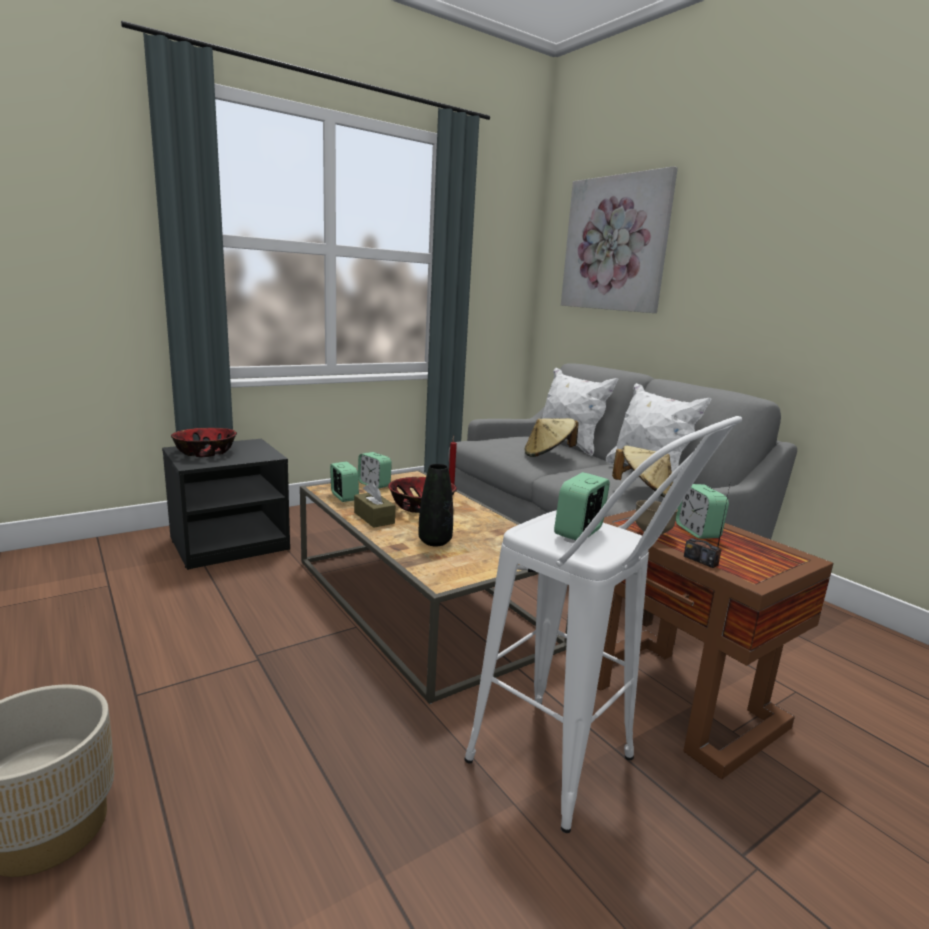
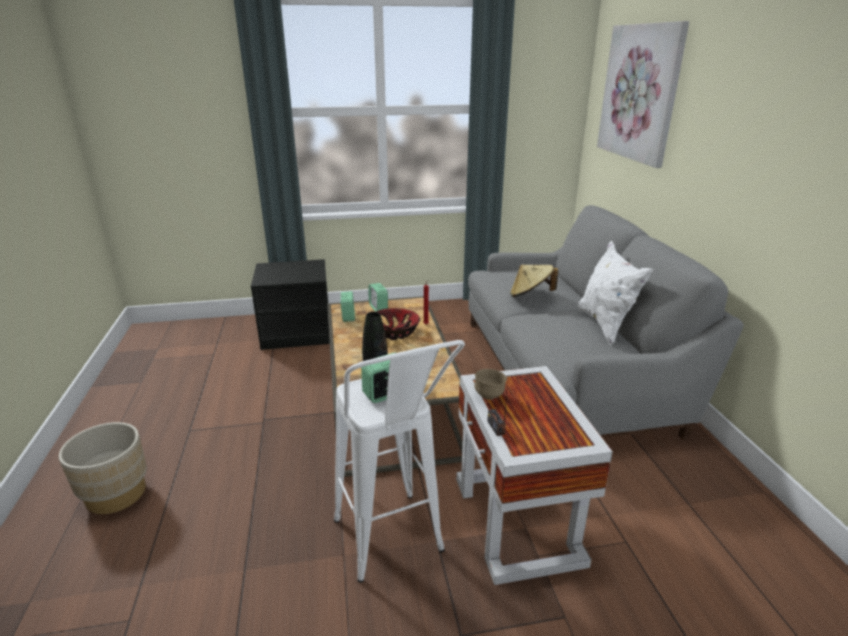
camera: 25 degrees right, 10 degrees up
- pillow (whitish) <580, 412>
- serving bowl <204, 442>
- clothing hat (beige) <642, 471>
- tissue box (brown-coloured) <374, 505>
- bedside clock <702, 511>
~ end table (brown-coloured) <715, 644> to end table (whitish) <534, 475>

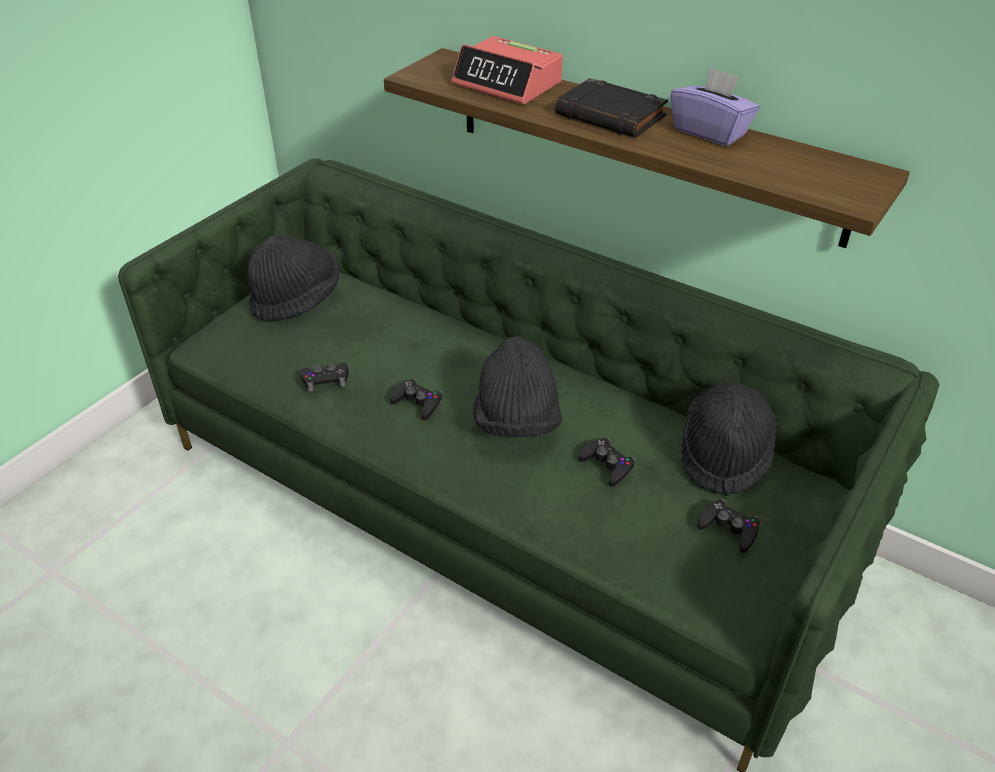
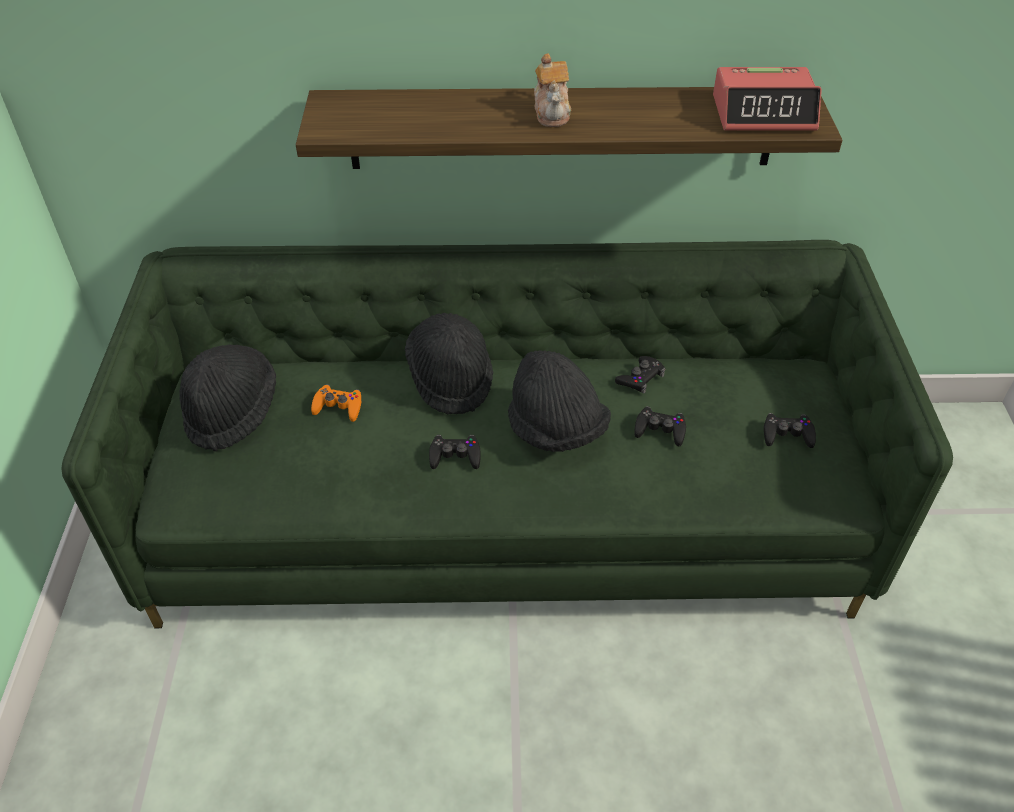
camera: 35 degrees left, 5 degrees up
~ bedside clock <507, 70> to <767, 99>
- tissue box (purplish) <715, 106>
~ bound book (black) <611, 108> to tea pot <552, 90>
~ game controller (black) <325, 377> to <640, 375>
~ clothing hat (black) <729, 439> to <449, 363>
+ game controller (orange) <336, 403>

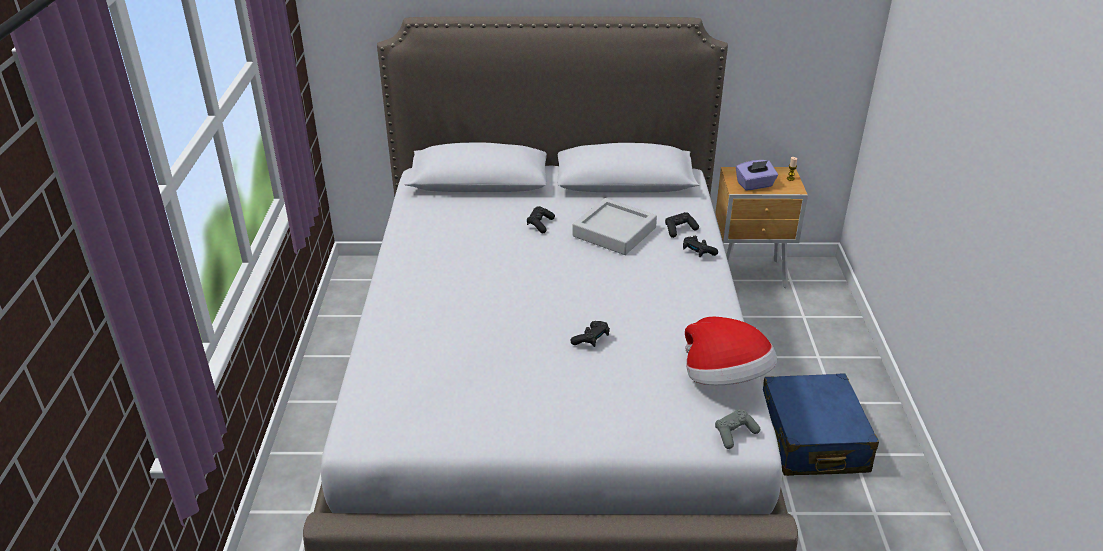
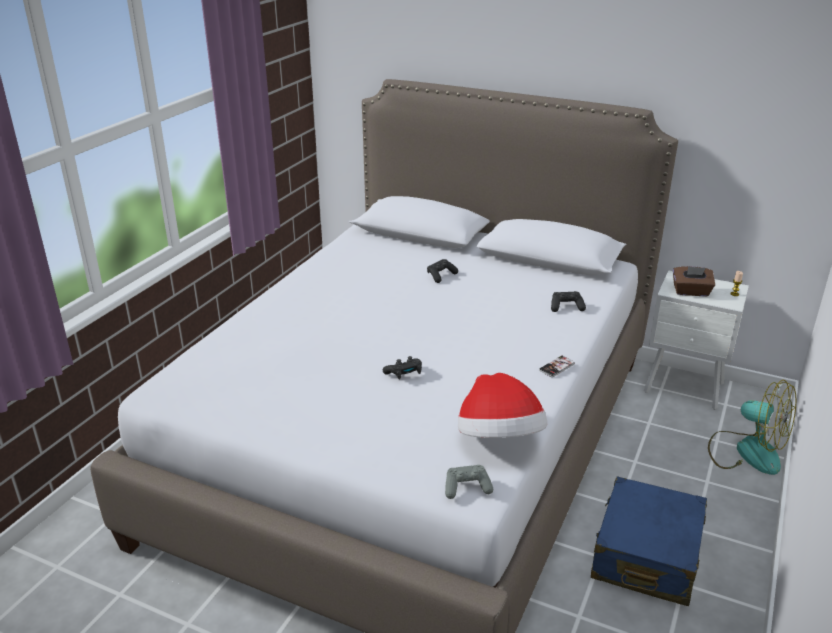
camera: 25 degrees right, 5 degrees down
~ tissue box (purplish) <757, 175> to tissue box (brown-coloured) <694, 281>
~ bedside table (brown-coloured) <761, 227> to bedside table (whitish) <696, 340>
- serving tray (gray) <614, 226>
- game controller (black) <700, 246>
+ telephone <557, 366>
+ electric fan <752, 427>

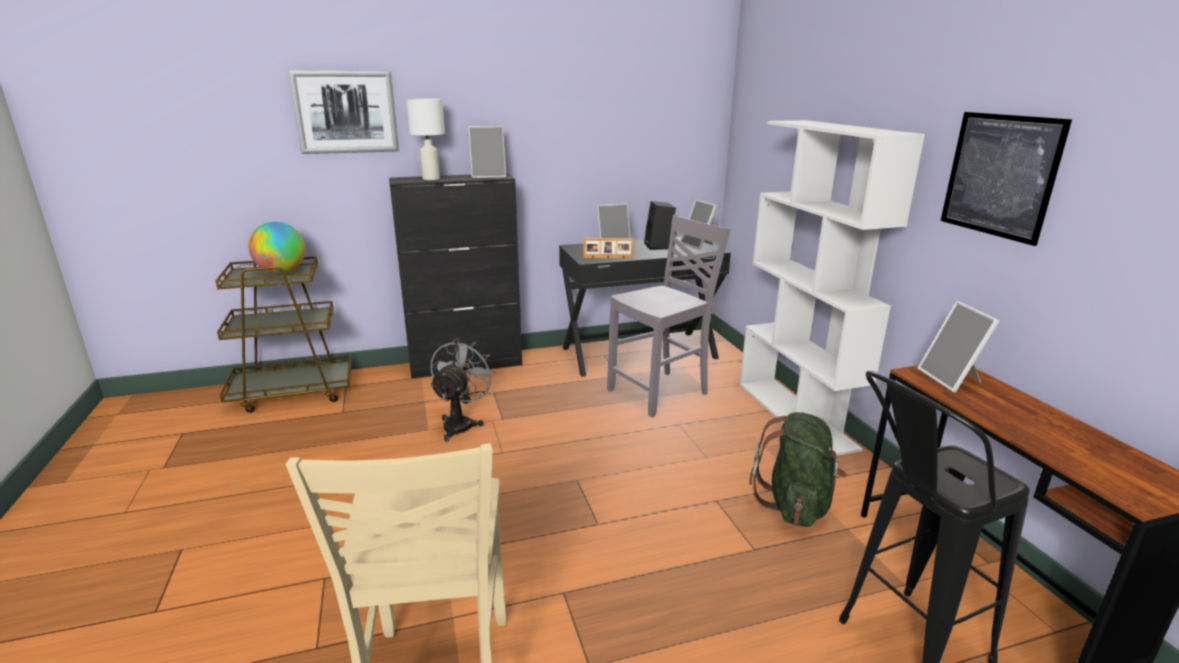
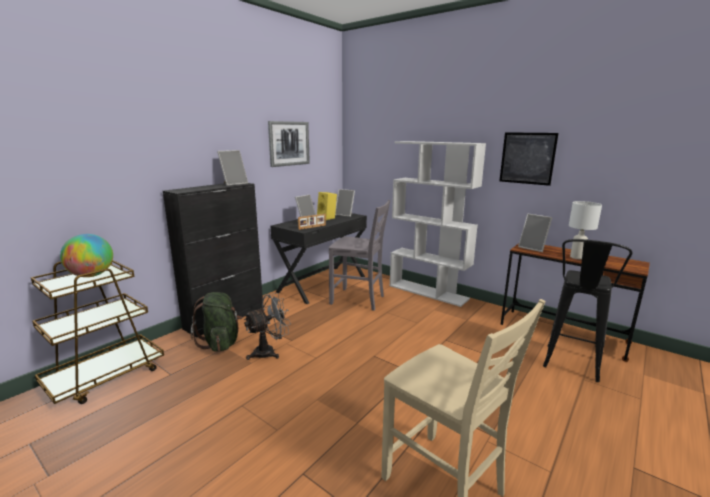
camera: 35 degrees left, 5 degrees down
~ wall art <343, 112> to <289, 144>
~ tabletop lamp (whitish) <425, 139> to <585, 230>
~ audio speaker (black) <660, 225> to audio speaker (yellowish) <327, 206>
~ chair (gray) <669, 316> = <359, 255> 90 degrees clockwise
~ electric fan (gray) <463, 390> = <267, 326> 75 degrees clockwise
~ knapsack (green-coloured) <798, 469> to <216, 322>

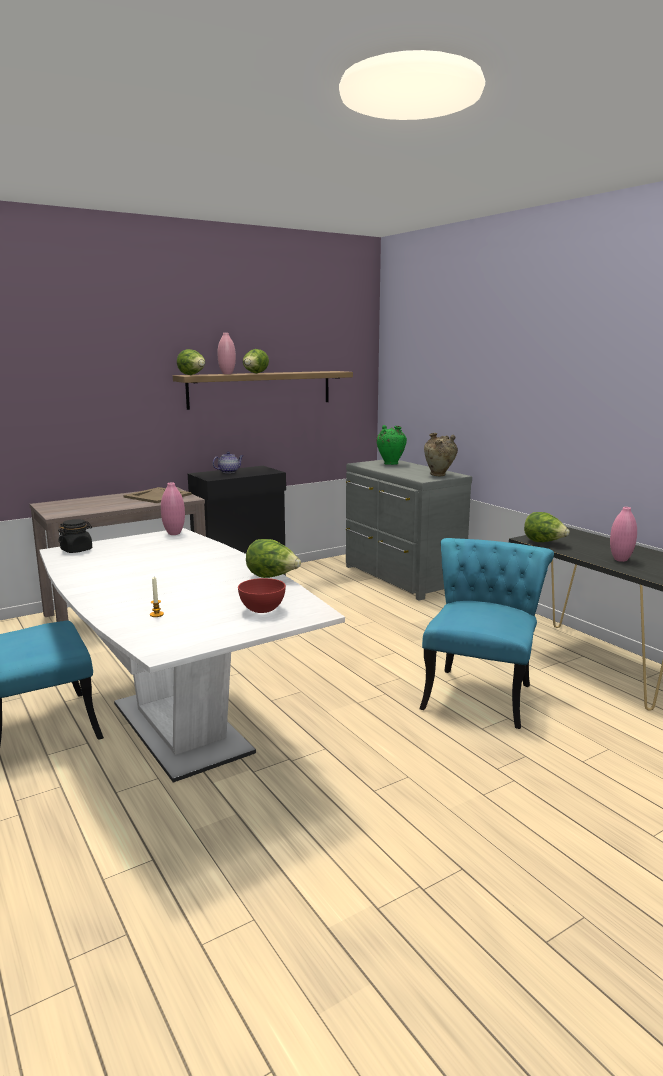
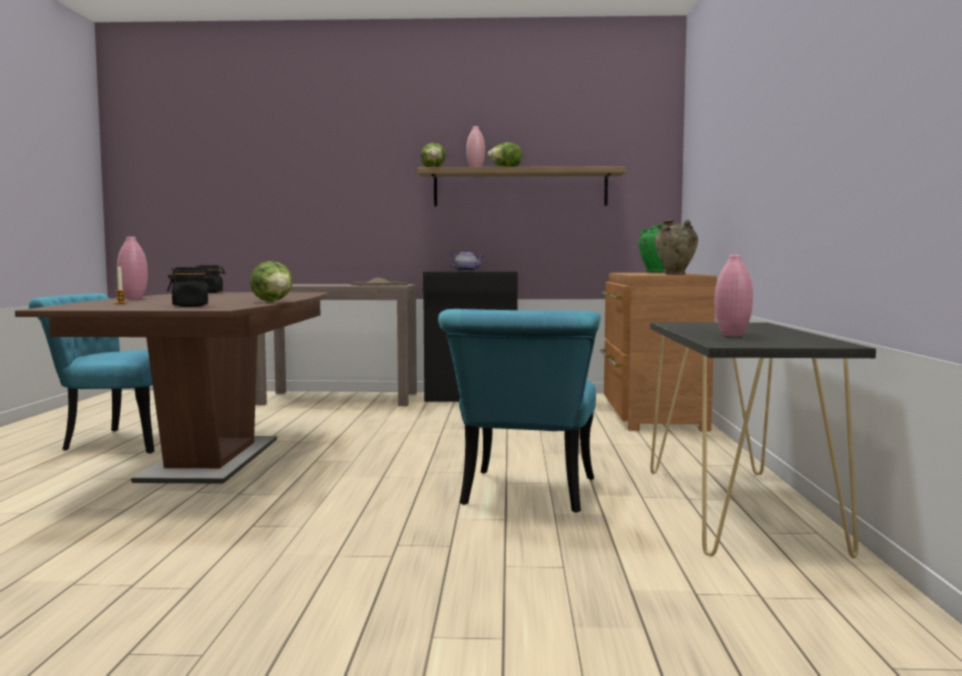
camera: 35 degrees right, 10 degrees down
~ dresser (gray) <409, 530> to dresser (brown-coloured) <658, 352>
~ vase (pink-coloured) <173, 508> to <132, 268>
- lettuce head <547, 527>
~ dining table (whitish) <192, 655> to dining table (brown-coloured) <171, 387>
~ chair (blue-green) <486, 633> = <519, 411> 135 degrees clockwise
~ serving bowl (red) <262, 595> to storage jar (black) <190, 287>

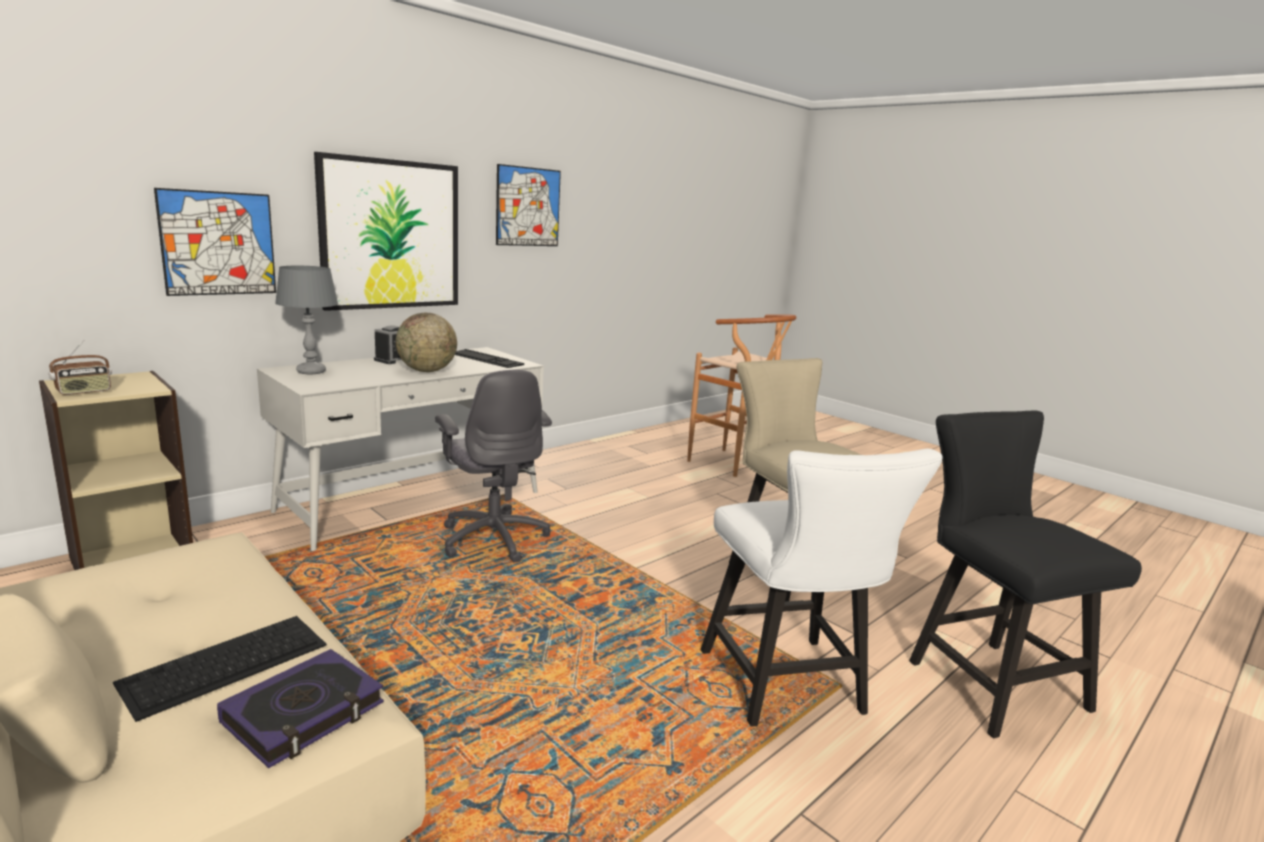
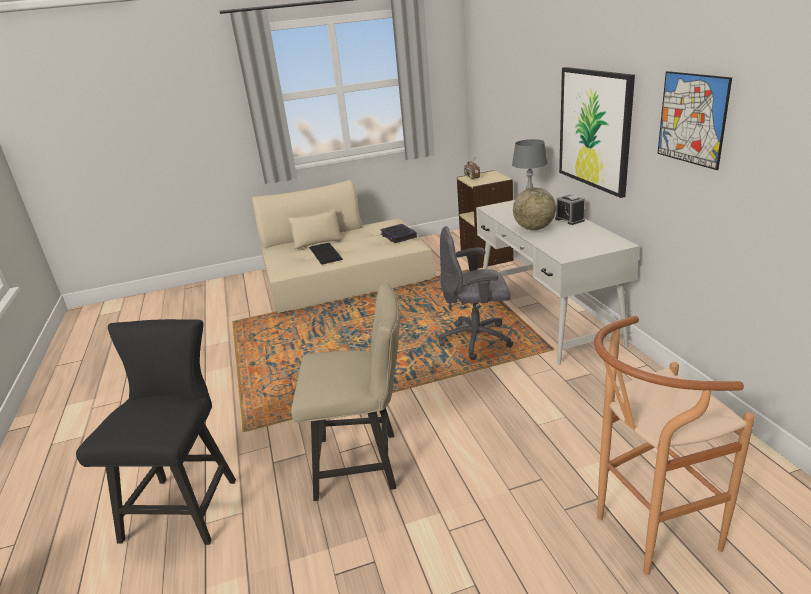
camera: 120 degrees right, 10 degrees up
- wall art <215, 242>
- computer keyboard <489, 358>
~ chair (black) <1025, 574> = <156, 432> 90 degrees counterclockwise
- chair (whitish) <821, 587>
~ bound book <300, 708> to <398, 233>

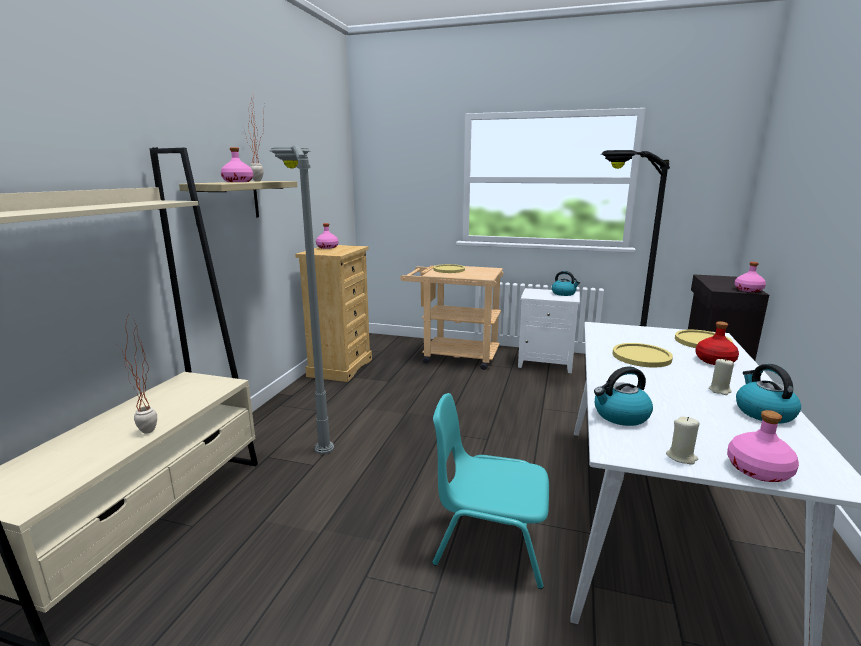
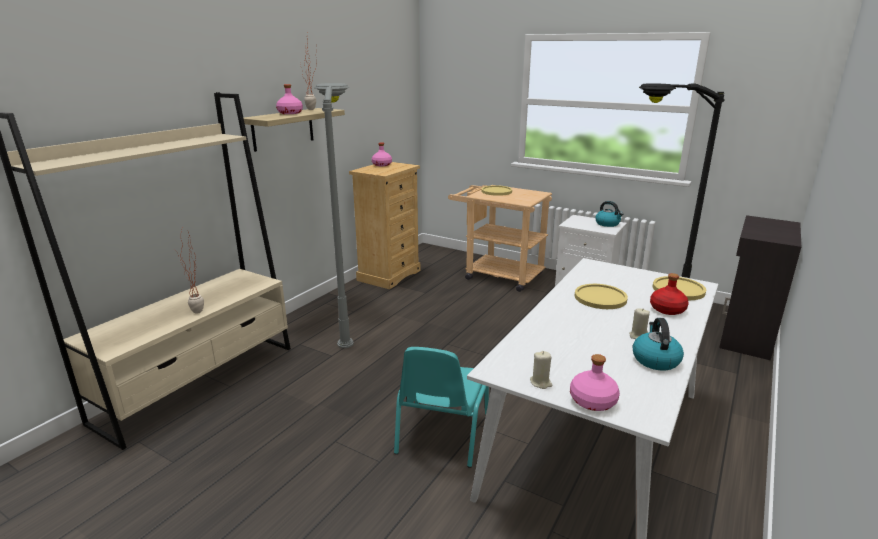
camera: 15 degrees right, 5 degrees up
- beverage bottle (pink-coloured) <750, 277>
- tea kettle <623, 396>
~ chair (blue-green) <490, 491> = <441, 407> 105 degrees counterclockwise

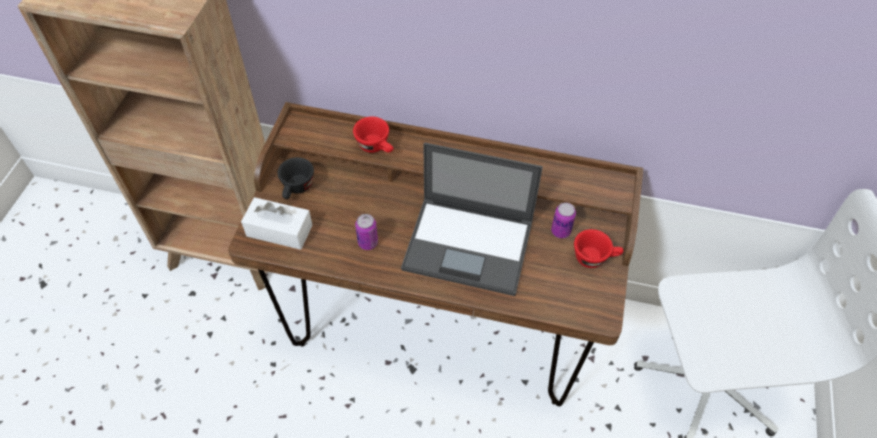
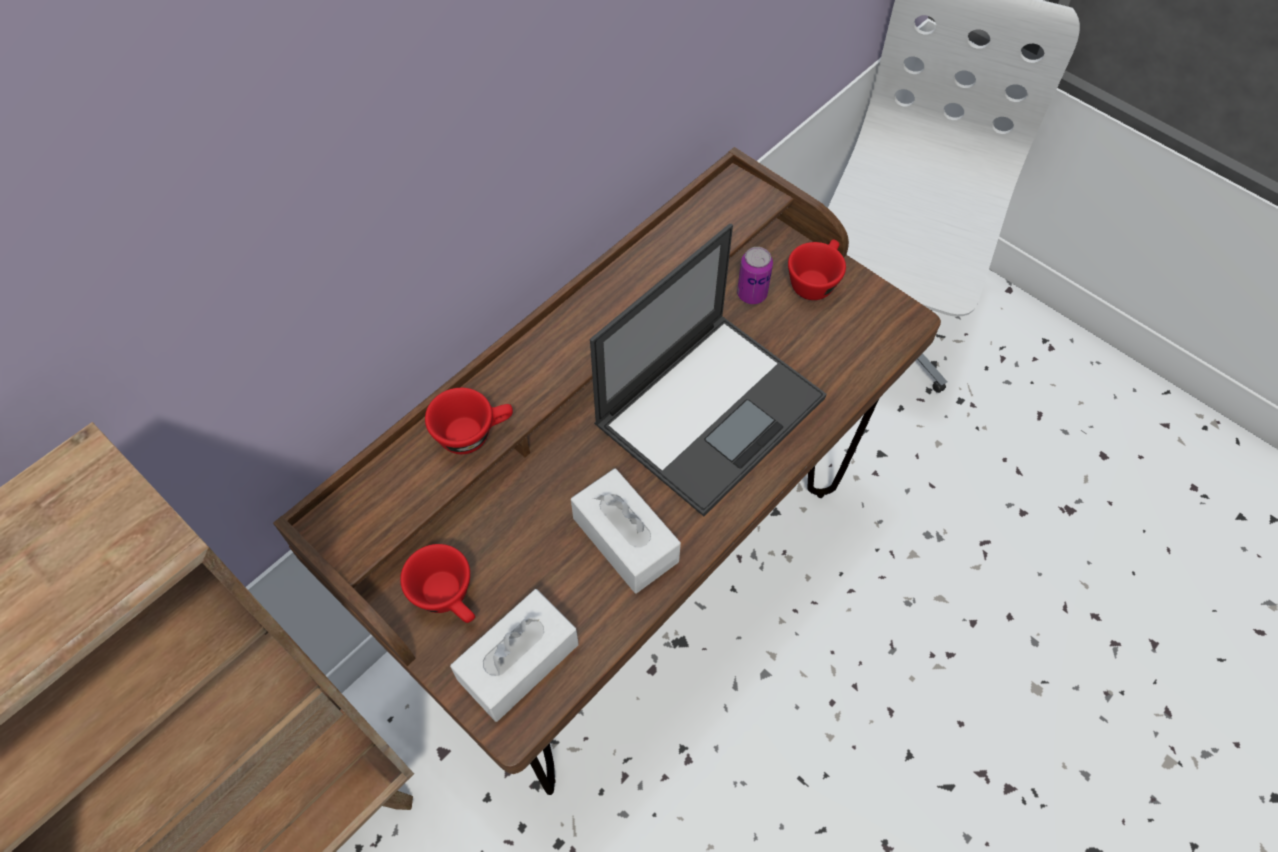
camera: 60 degrees left, 5 degrees up
~ drinking cup (black) <295, 178> to drinking cup (red) <437, 583>
~ sealed can <366, 232> to tissue box (whitish) <626, 531>

